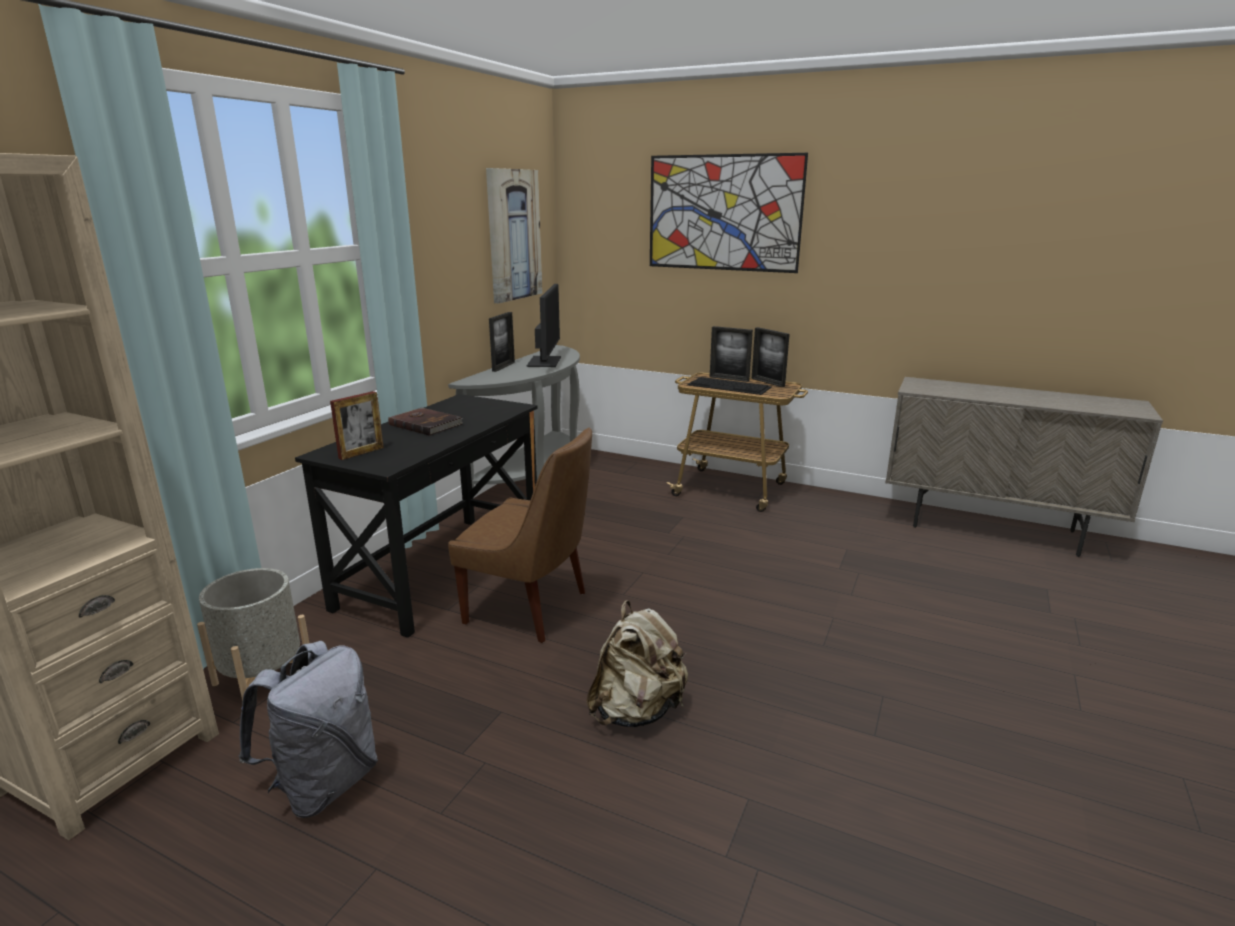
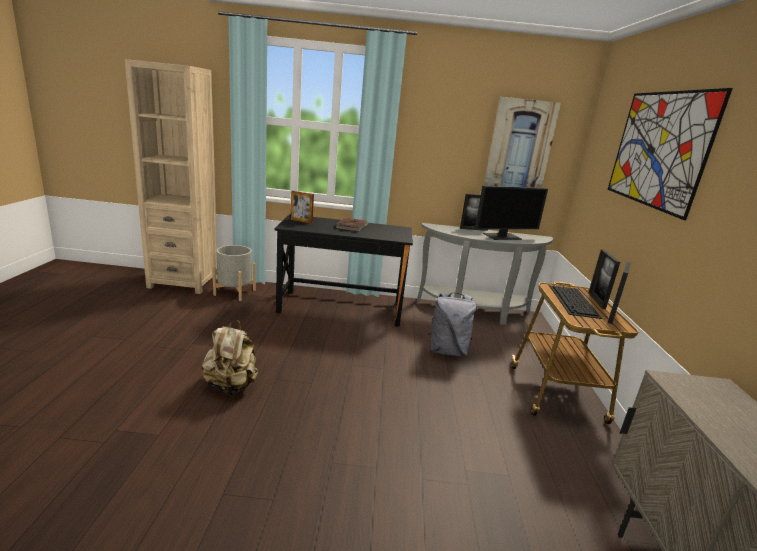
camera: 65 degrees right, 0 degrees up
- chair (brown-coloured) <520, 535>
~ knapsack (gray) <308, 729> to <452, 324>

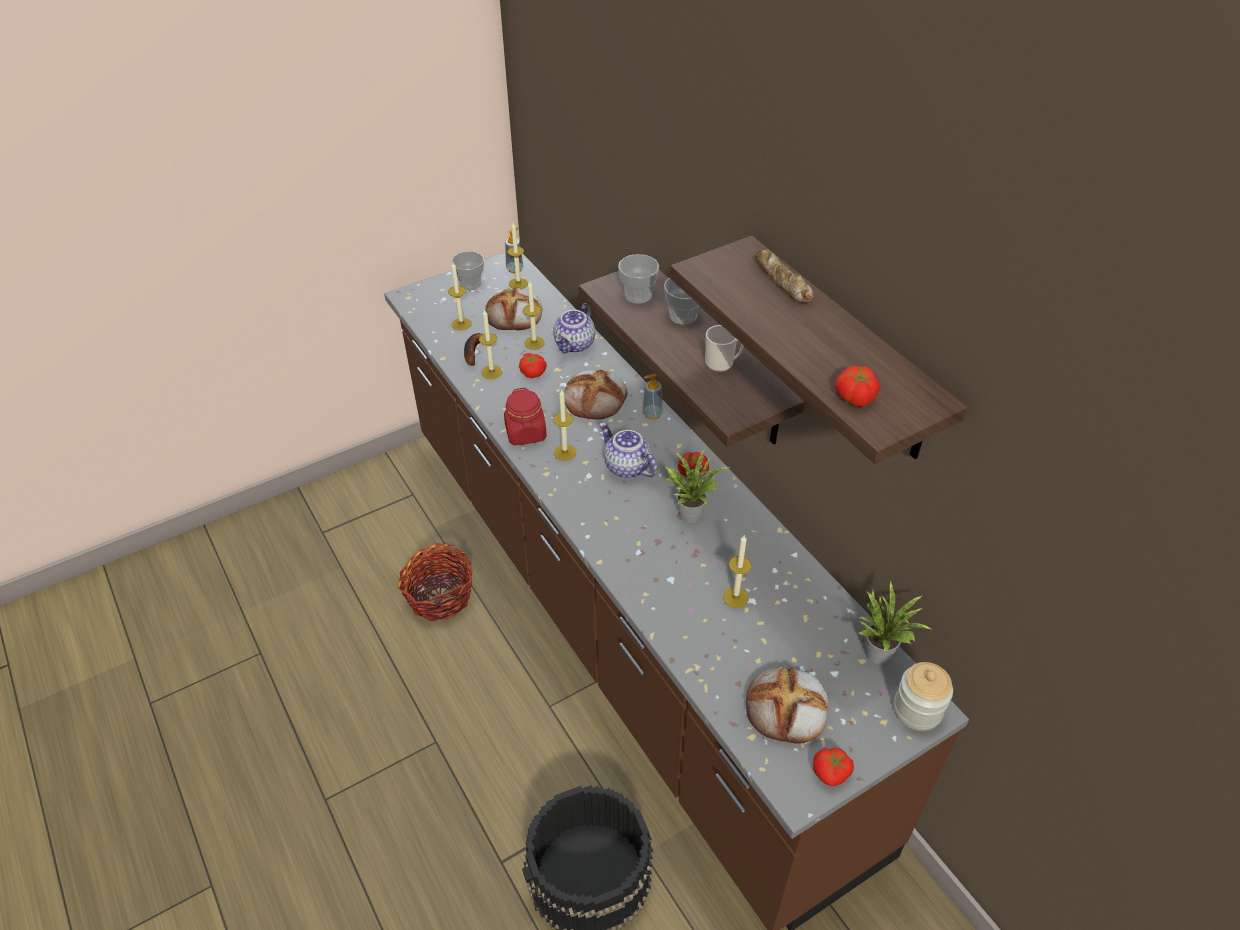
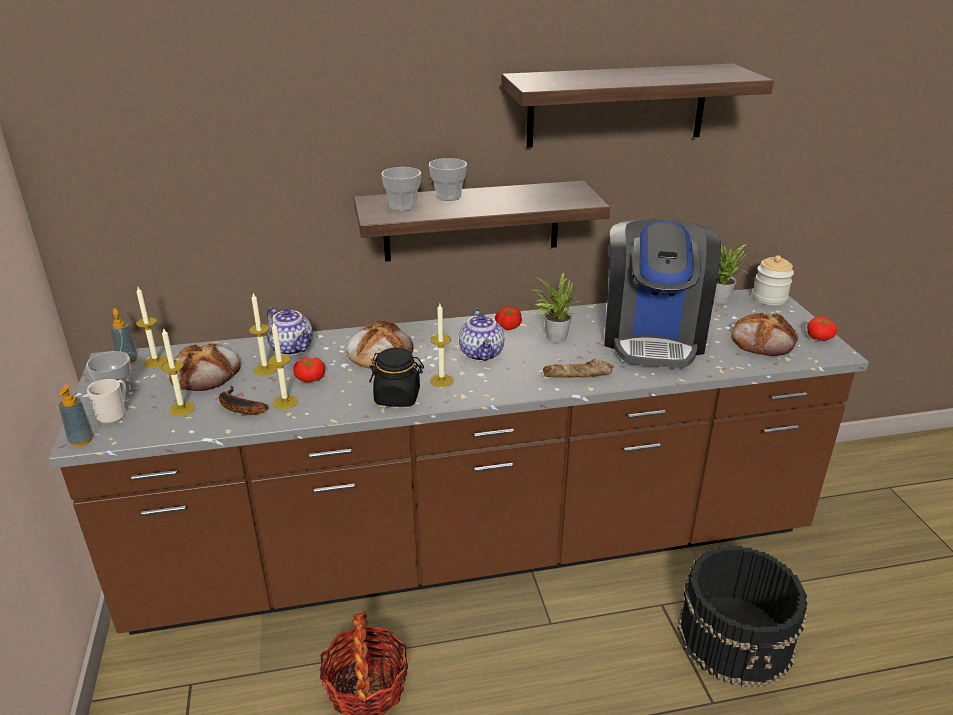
camera: 70 degrees left, 15 degrees down
~ baked bread <784, 275> to <578, 368>
~ tea mug <724, 348> to <106, 401>
- whole tomato <857, 386>
~ soap dispenser <652, 396> to <76, 415>
~ storage jar (red) <525, 416> to storage jar (black) <396, 377>
~ tea pot <628, 450> = <481, 335> 75 degrees counterclockwise
~ wax light <737, 572> to coffee machine <662, 293>

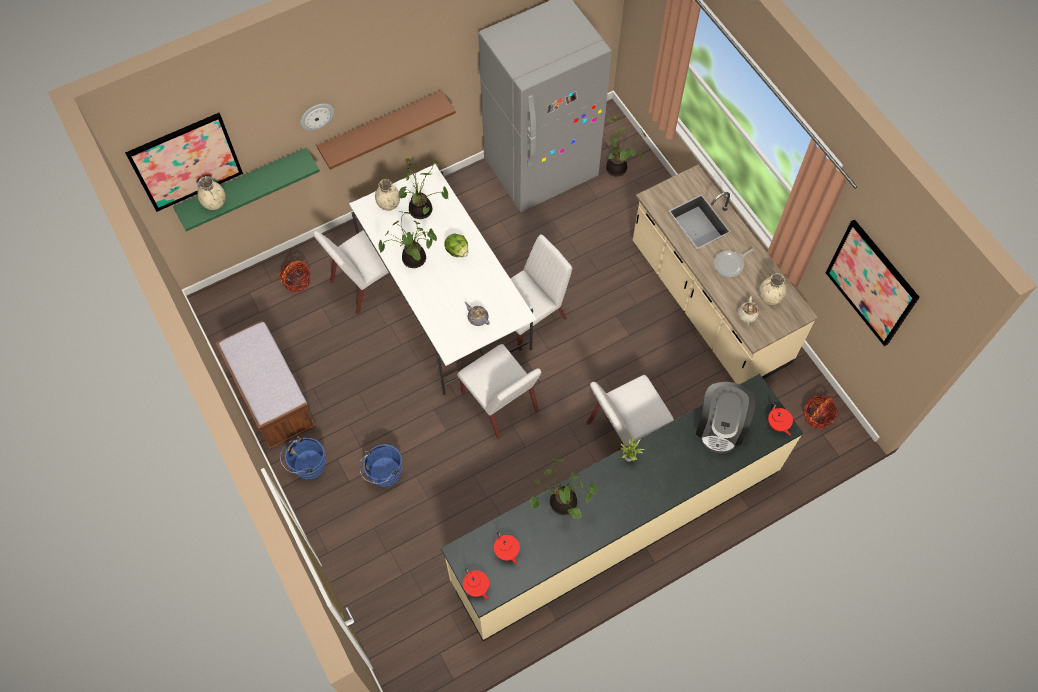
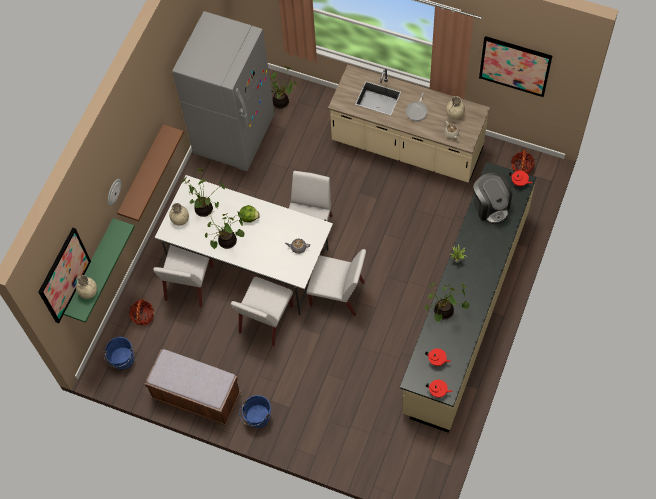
camera: 35 degrees left, 0 degrees up
~ chair (whitish) <630, 413> to <262, 312>
~ water bucket (bluish) <380, 465> to <118, 353>

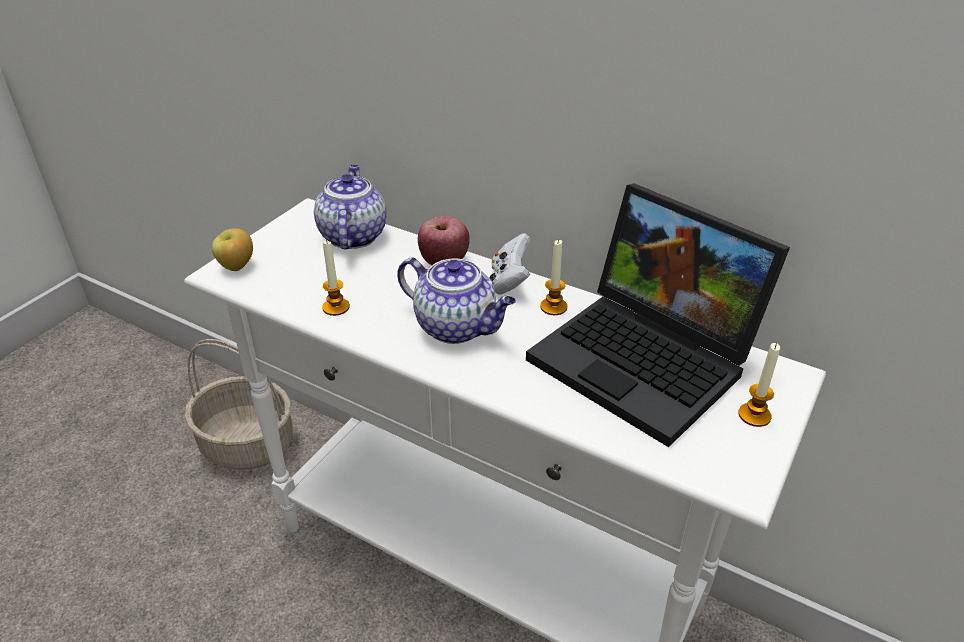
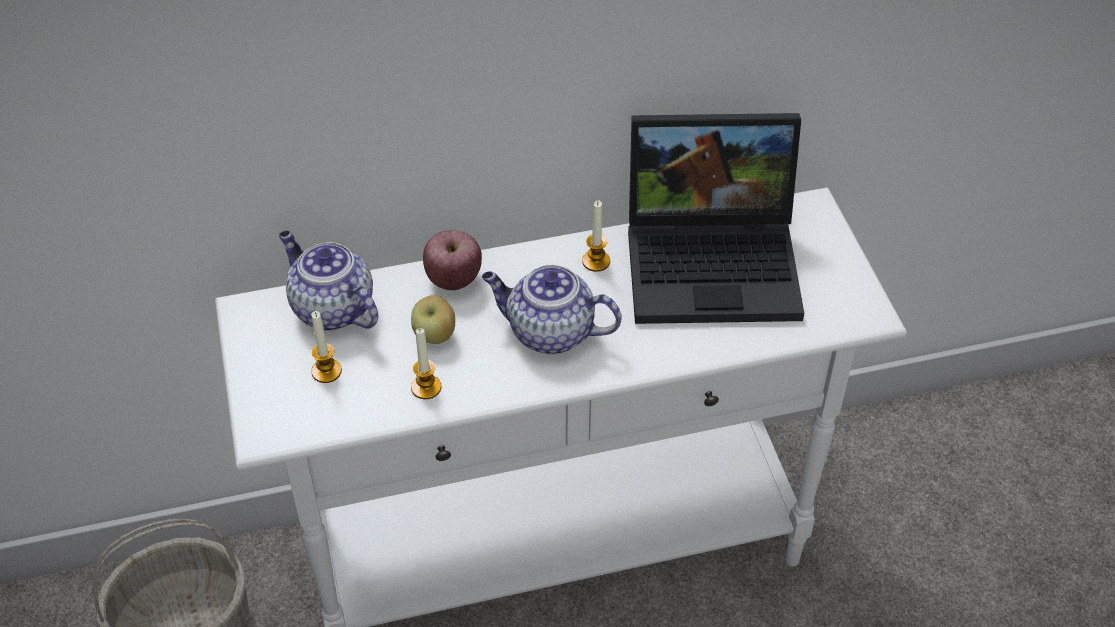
camera: 45 degrees left, 10 degrees up
~ apple <232, 249> to <433, 319>
- game controller (whitish) <509, 264>
~ tea pot <456, 300> = <552, 309> 150 degrees counterclockwise
~ wax light <759, 385> to <326, 347>

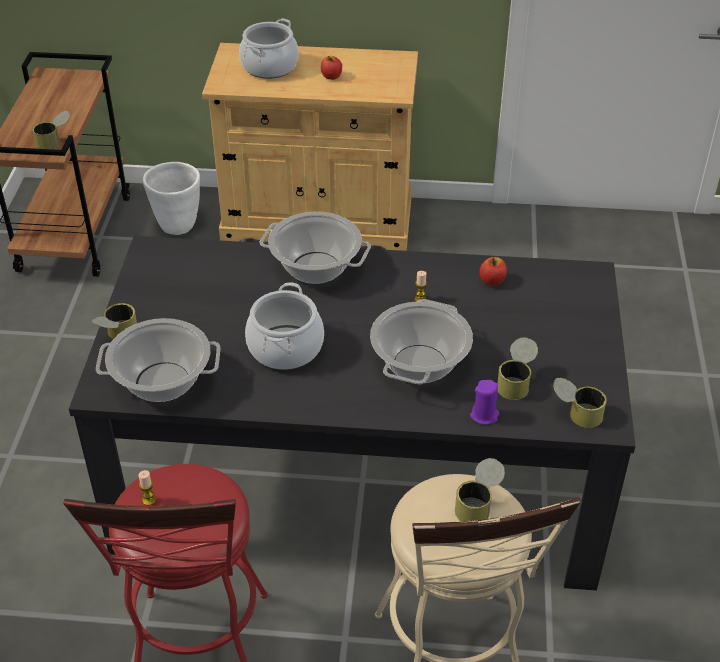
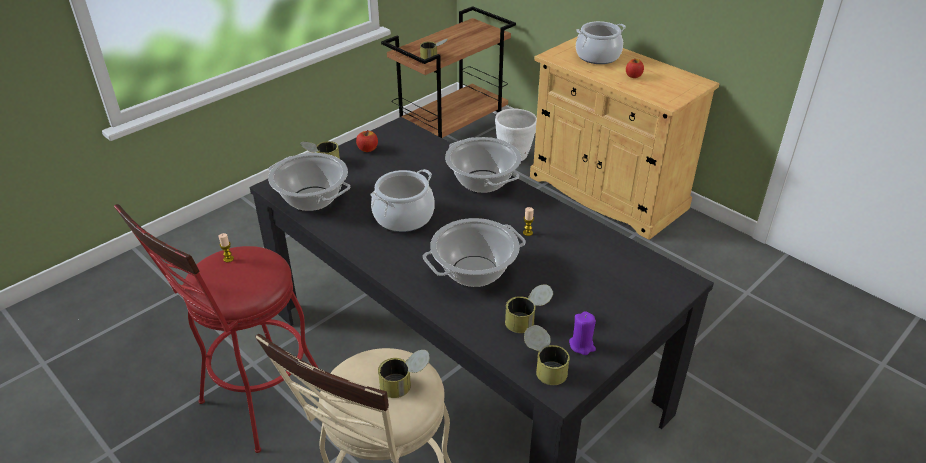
camera: 40 degrees right, 5 degrees down
~ apple <493, 271> to <367, 141>
~ wax light (purplish) <485, 402> to <582, 333>

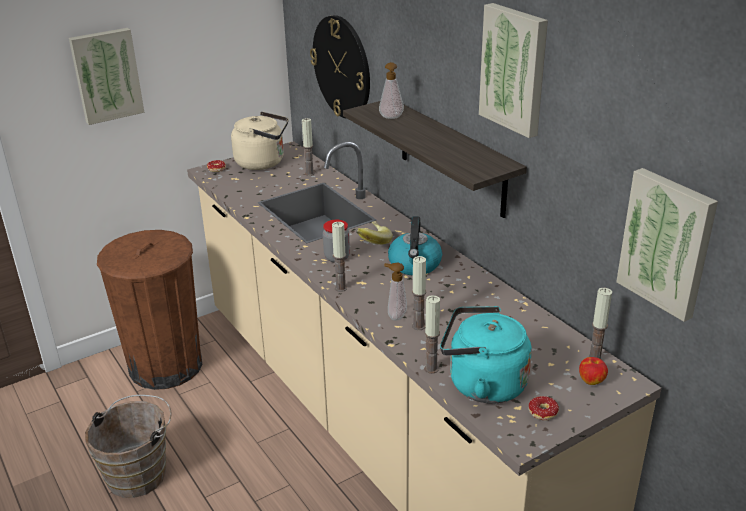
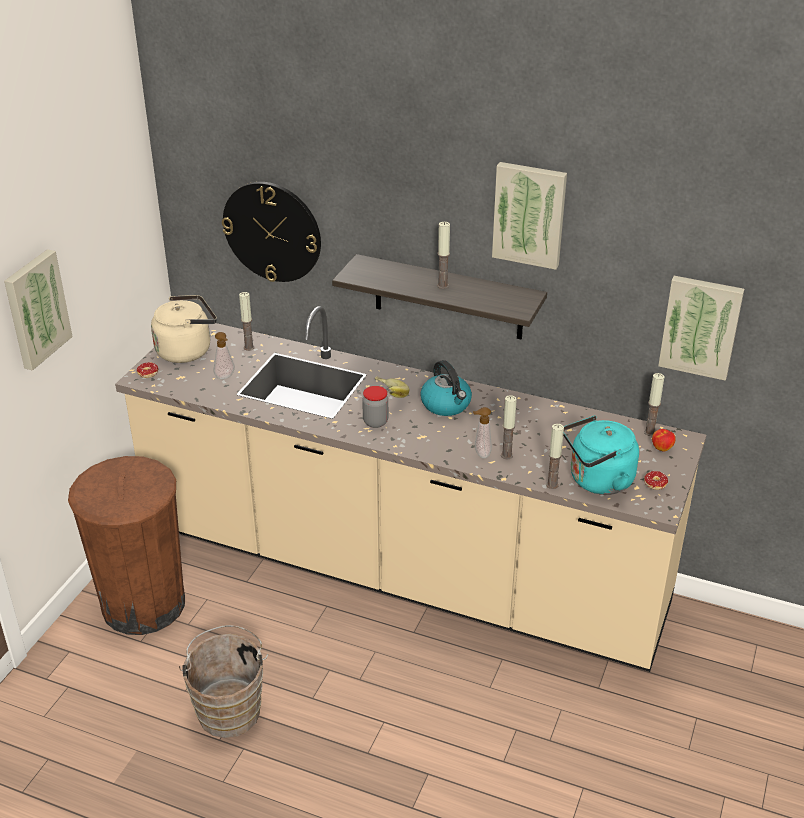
camera: 35 degrees left, 5 degrees up
~ soap dispenser <391, 90> to <224, 355>
~ wax light <339, 257> to <443, 255>

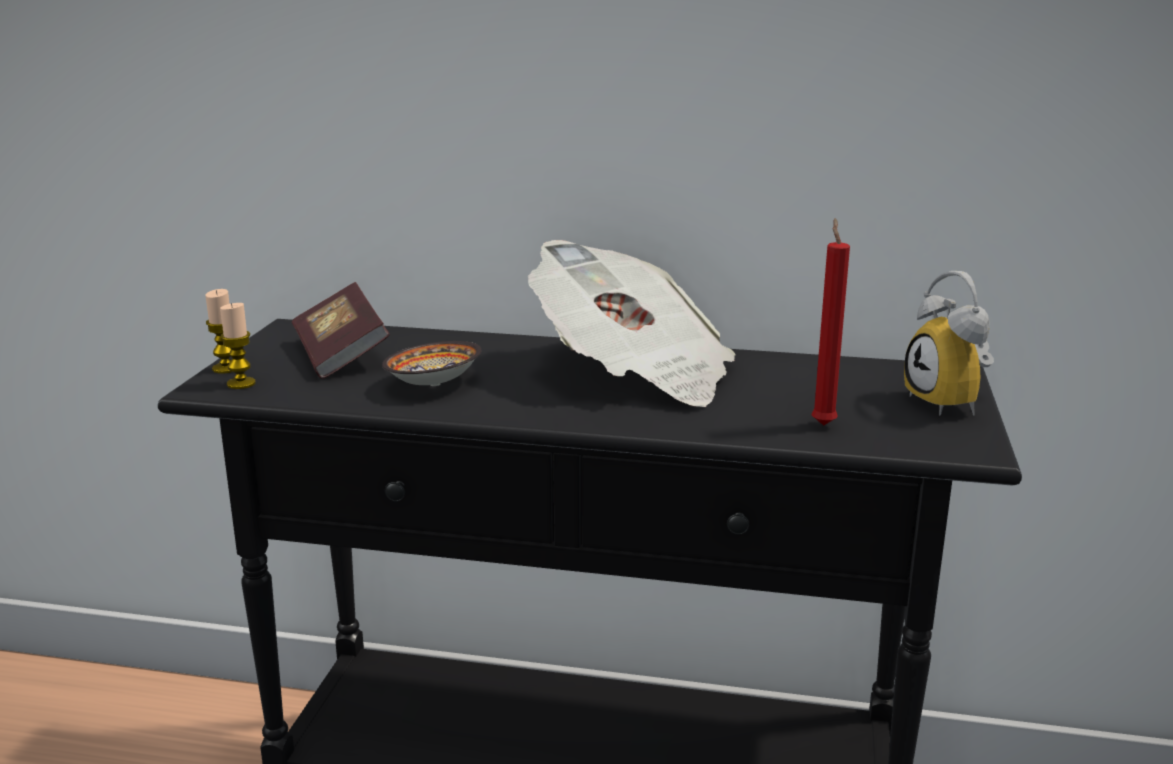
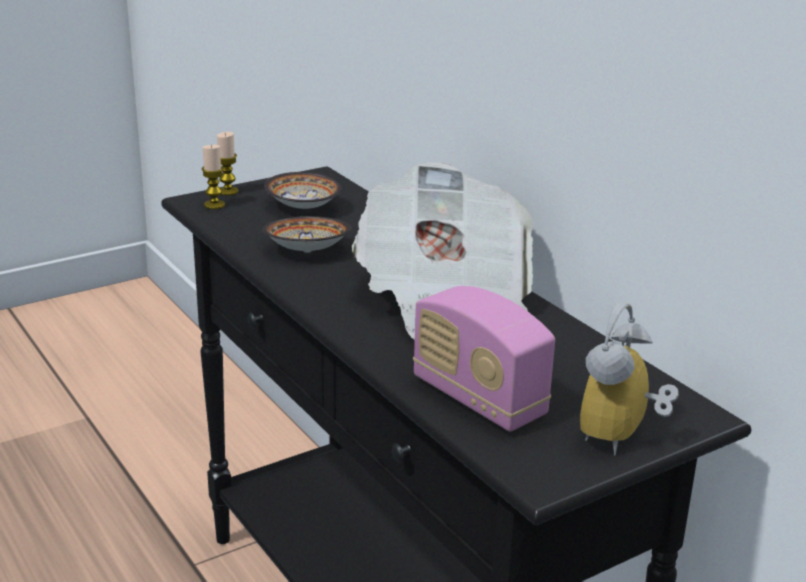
camera: 45 degrees right, 5 degrees up
~ wax light (red) <830, 322> to radio receiver <484, 359>
~ bound book <341, 330> to serving bowl <302, 190>

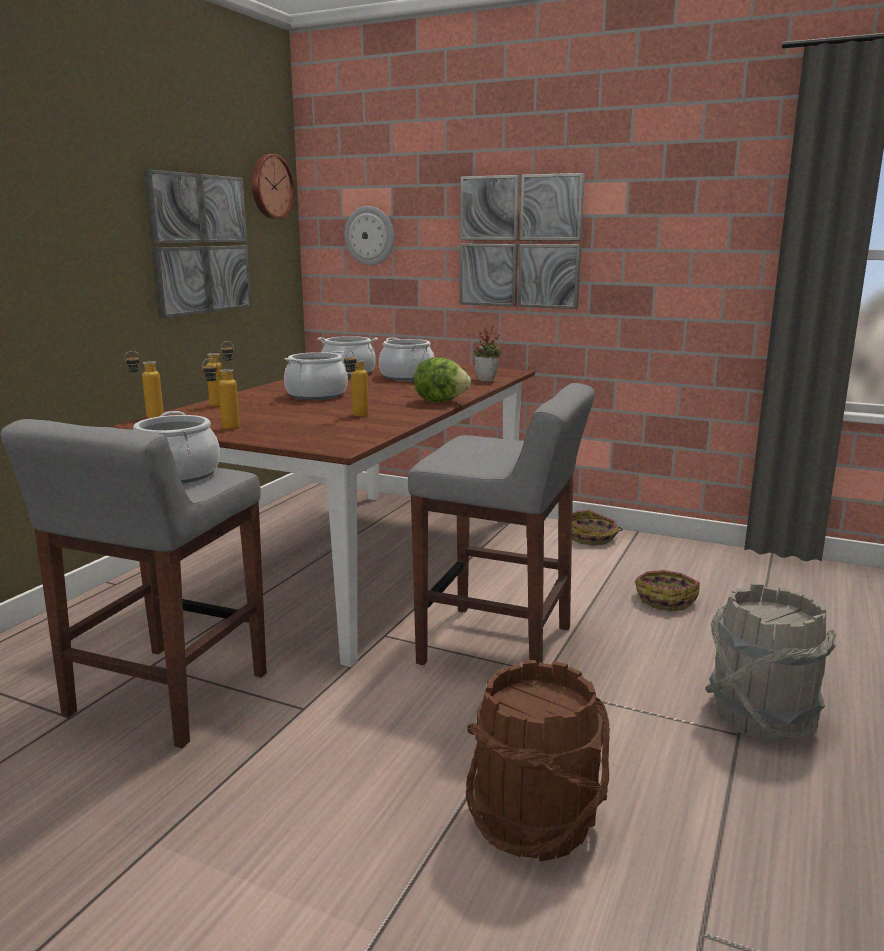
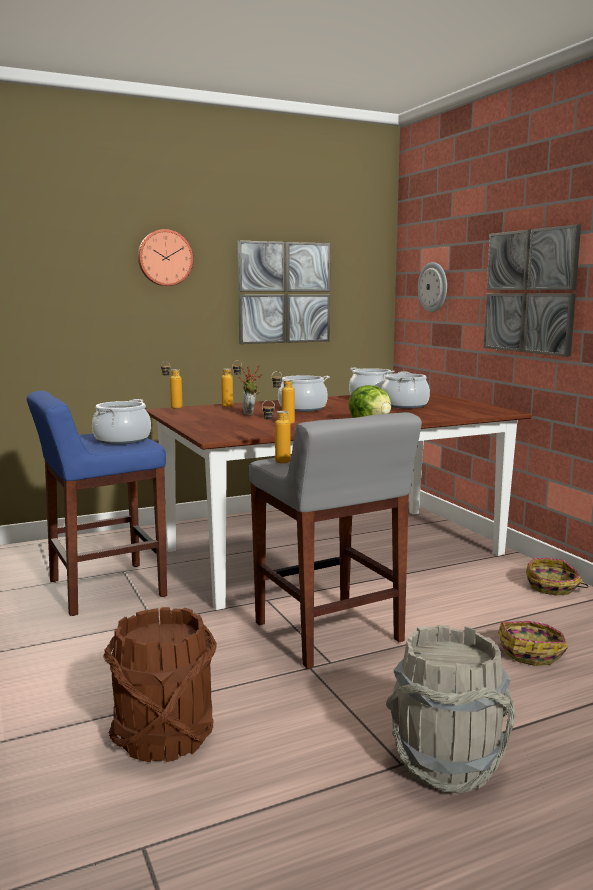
camera: 40 degrees right, 5 degrees down
~ hanging clock <273, 186> to <165, 257>
~ plant in a pot <488, 353> to <250, 390>
~ beverage bottle <221, 394> to <276, 431>
~ sitting stool (gray) <134, 583> to sitting stool (bluish) <97, 503>

